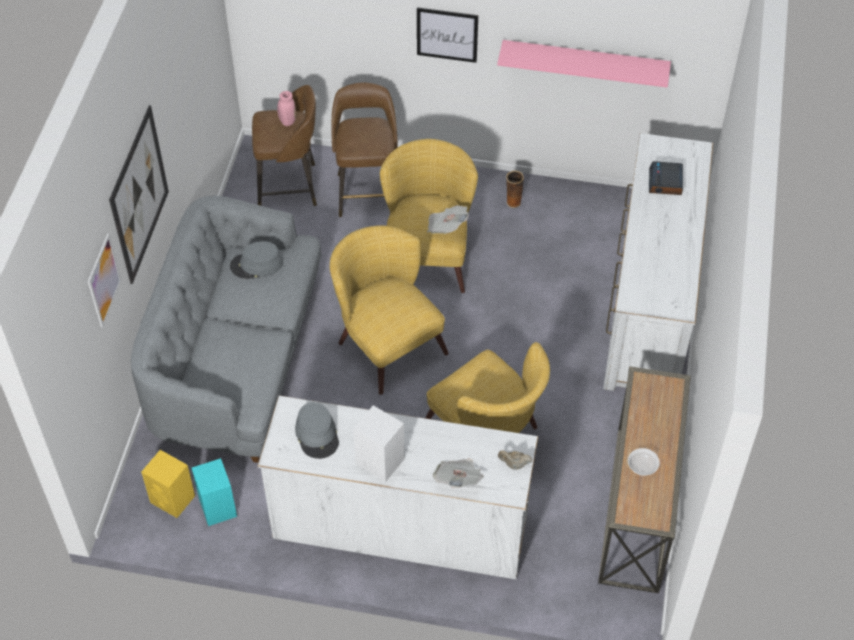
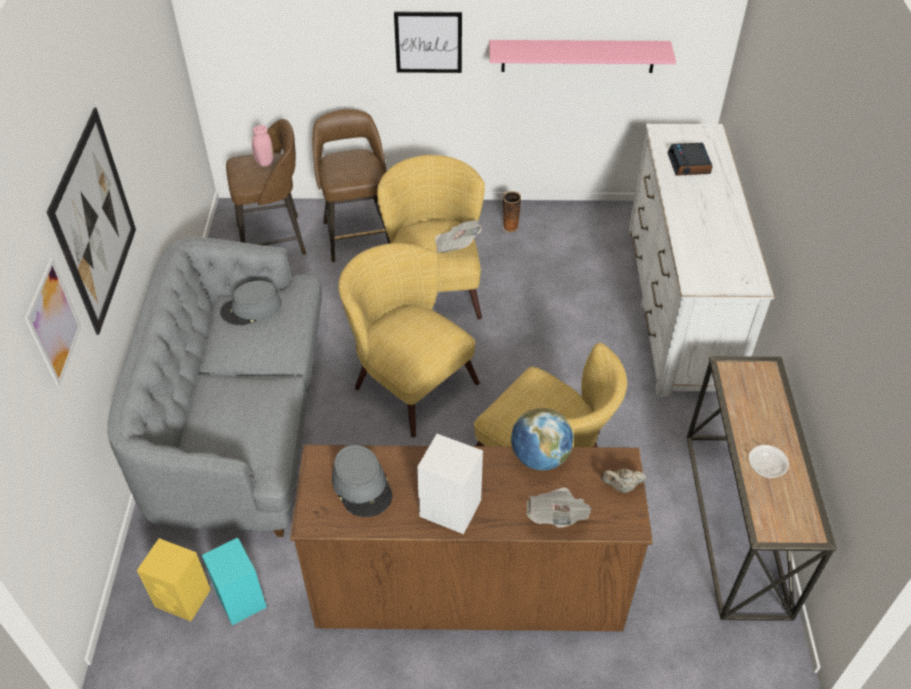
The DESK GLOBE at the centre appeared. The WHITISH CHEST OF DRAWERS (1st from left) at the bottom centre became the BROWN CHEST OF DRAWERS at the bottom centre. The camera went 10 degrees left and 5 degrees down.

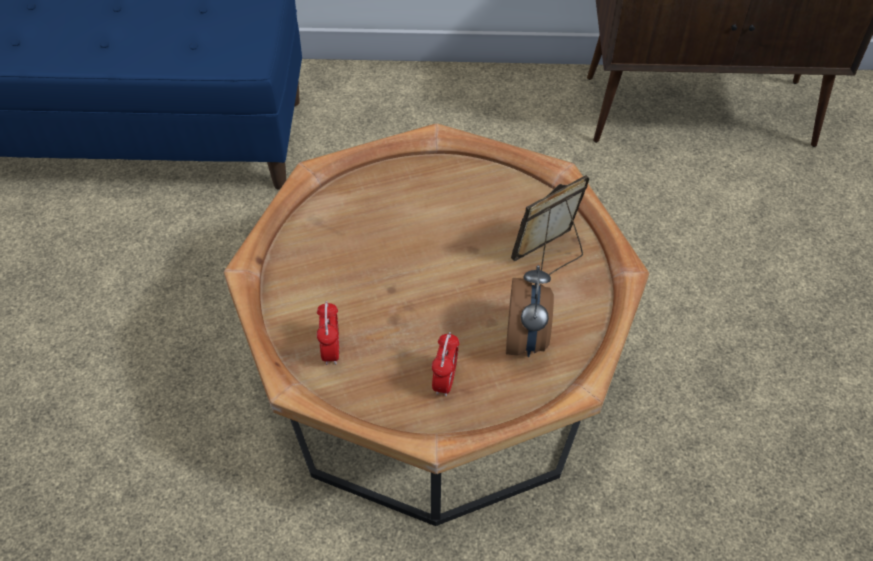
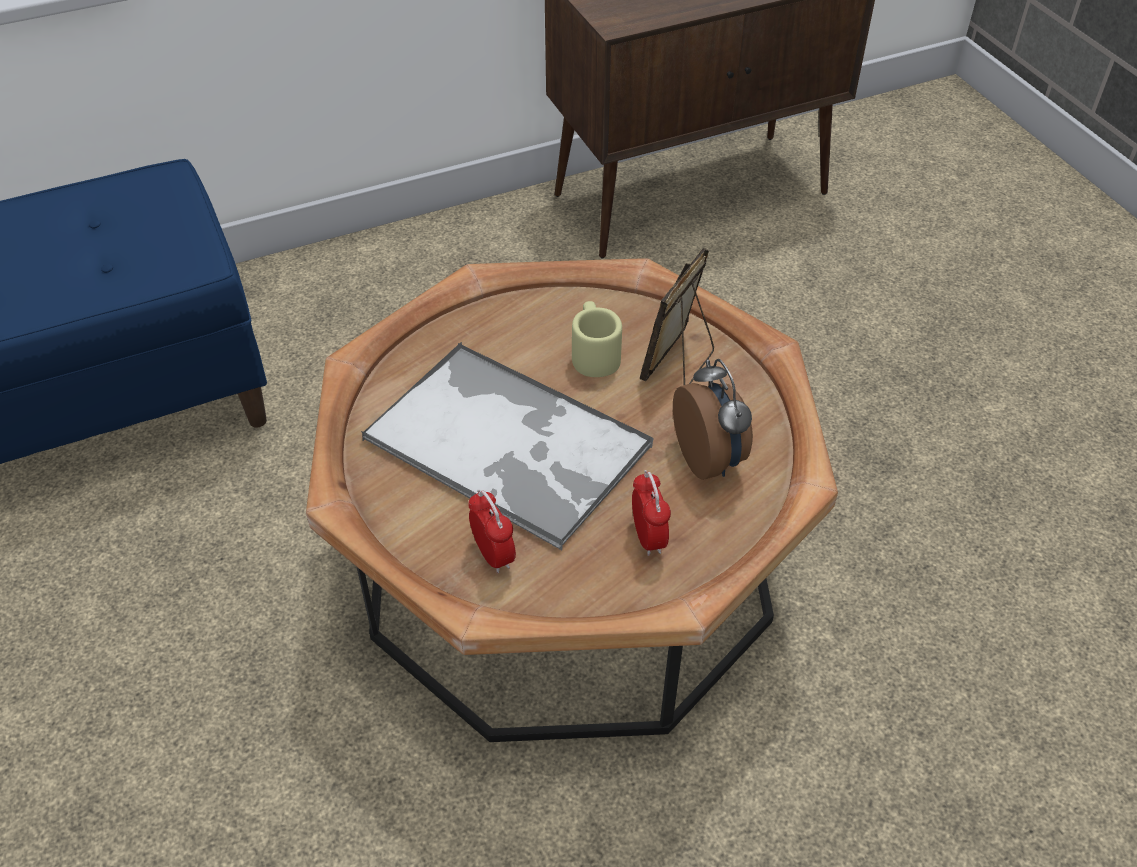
The SERVING TRAY at the centre appeared. The BEIGE COFFEE MUG at the centre appeared. The camera went 25 degrees left and 5 degrees down.

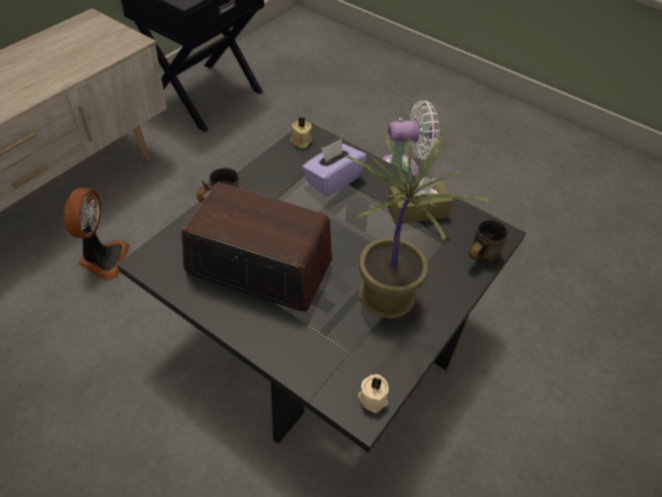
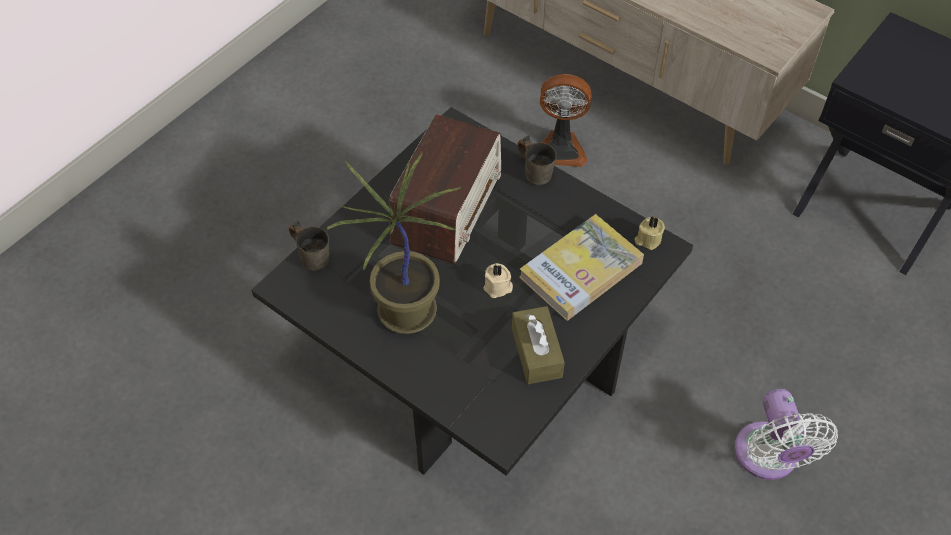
The BEIGE WAX LIGHT (2nd from left in the first image) moved from the bottom centre to the centre. The GRAY COFFEE MUG (2nd from left in the first image) moved from the middle right to the middle left. The PURPLE TISSUE HOLDER at the centre was replaced by the BOUND BOOK at the centre. The camera went 95 degrees right and 5 degrees up.

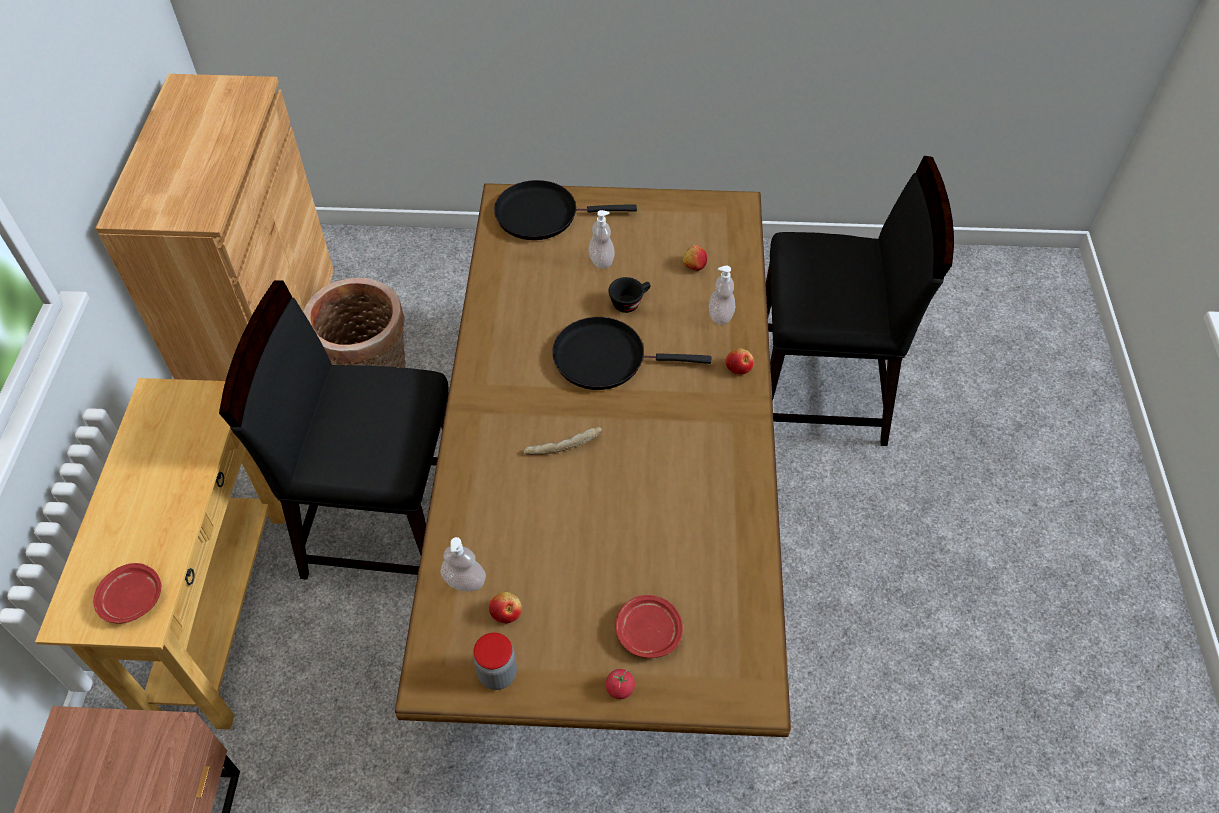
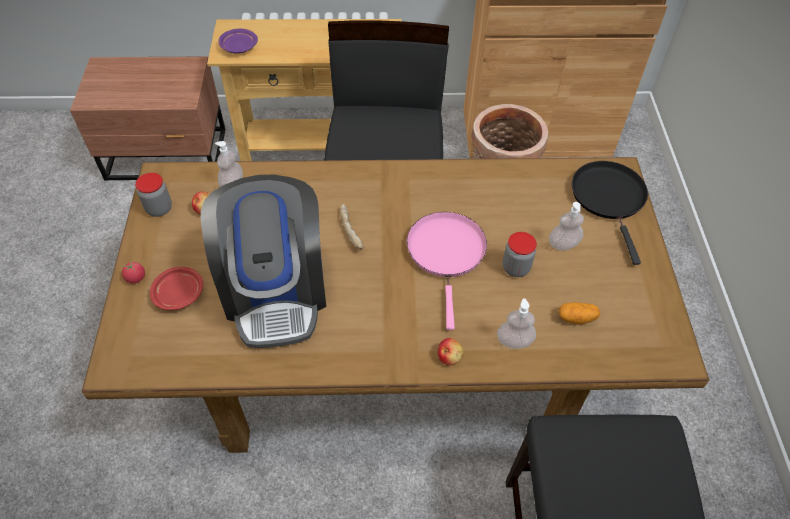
The COFFEE BREWER at the middle left appeared. The BLACK DRINKING CUP at the centre was replaced by the PRESERVE JAR (2nd from left) at the centre. The WHOLE APPLE (2nd from left) at the top centre was replaced by the POTATO at the middle right. The RED-COLOURED DINNER PLATE (1st from left) at the bottom left became the PURPLE DINNER PLATE at the top left. The BLACK FRYING PAN (2nd from left) at the centre became the PINK FRYING PAN at the centre. The camera went 85 degrees right and 0 degrees up.

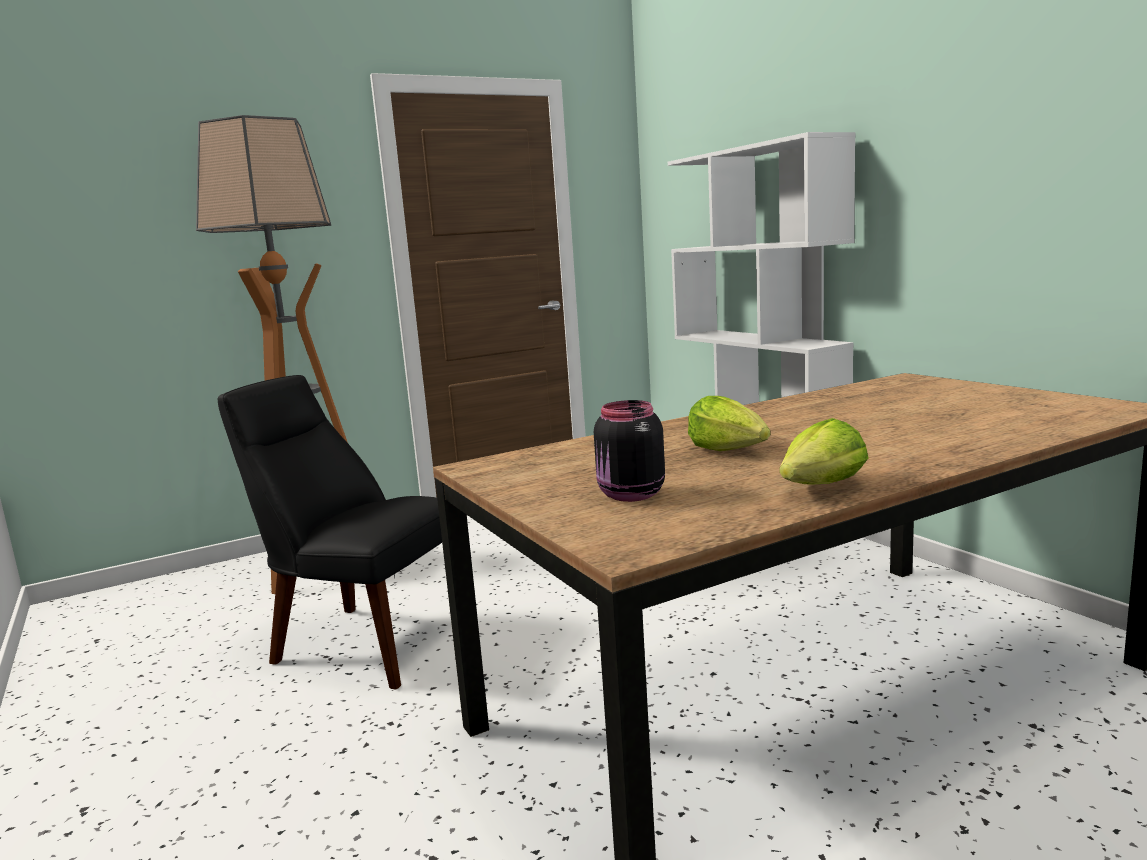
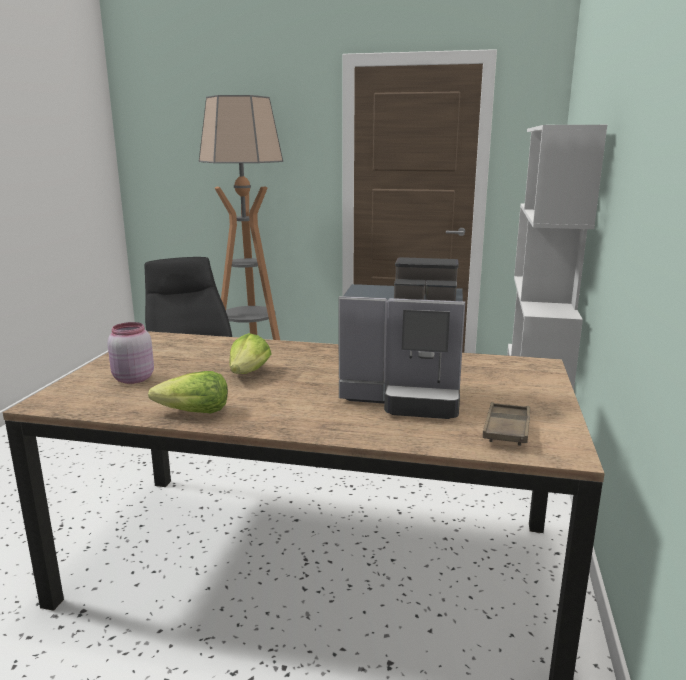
The COFFEE BREWER at the centre appeared. The BROWN SERVING TRAY at the middle right appeared. The BLACK PRESERVE JAR at the centre became the PINK PRESERVE JAR at the middle left. The camera went 40 degrees right and 5 degrees up.

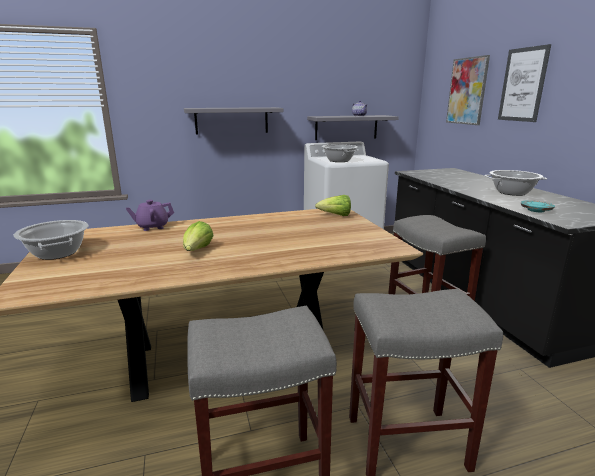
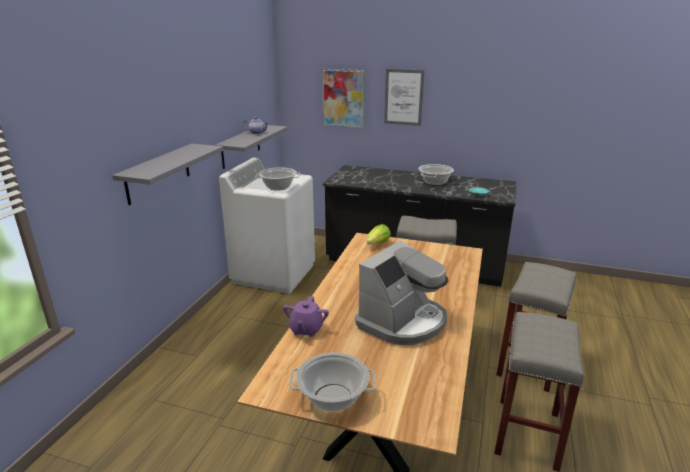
The HEAD OF LETTUCE (1st from left) at the middle left was replaced by the COFFEE BREWER at the centre. The camera went 55 degrees left and 5 degrees up.

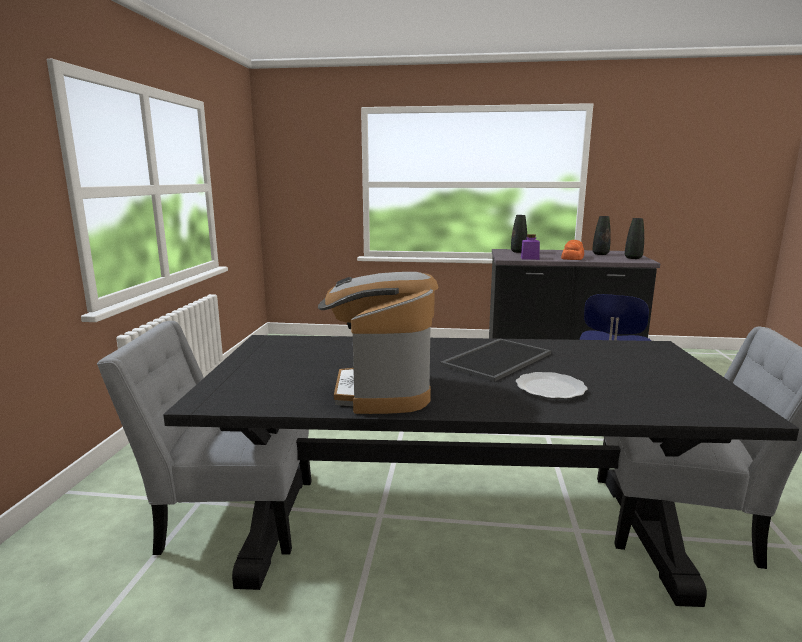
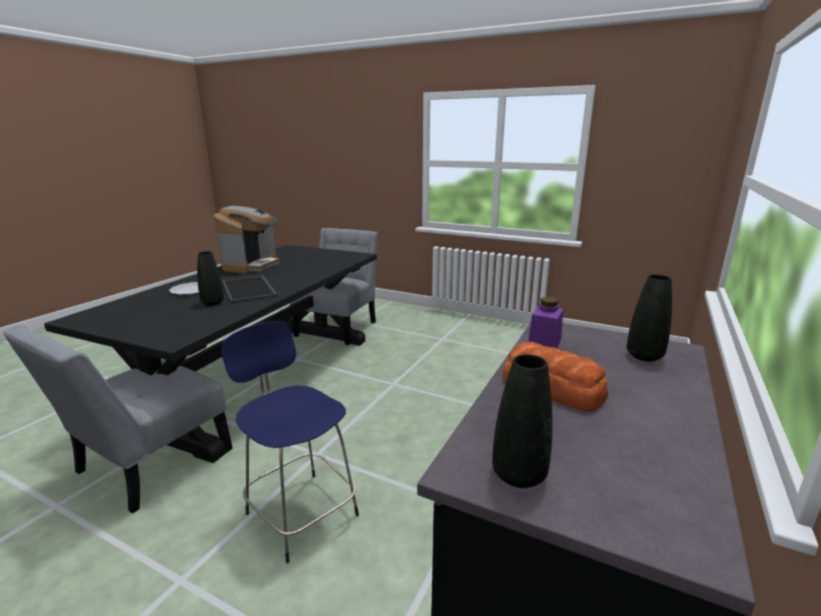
The BLACK FLOWER VASE (2nd from left in the first image) moved from the middle right to the middle left. The COFFEE BREWER at the centre turned 90 degrees clockwise. The camera went 110 degrees right and 5 degrees up.

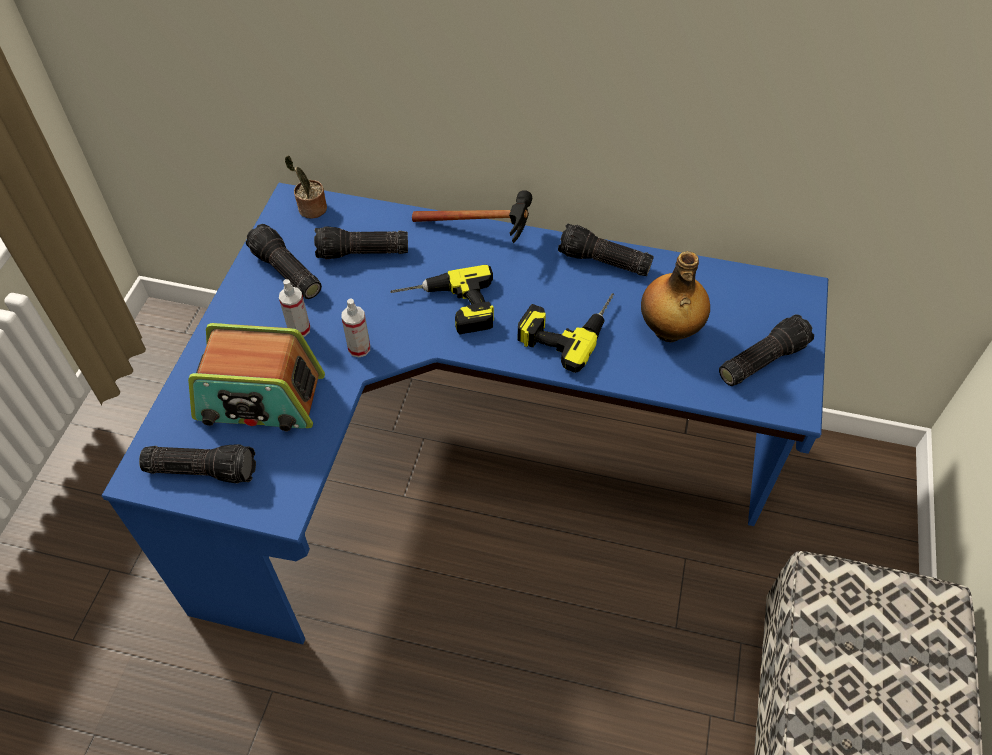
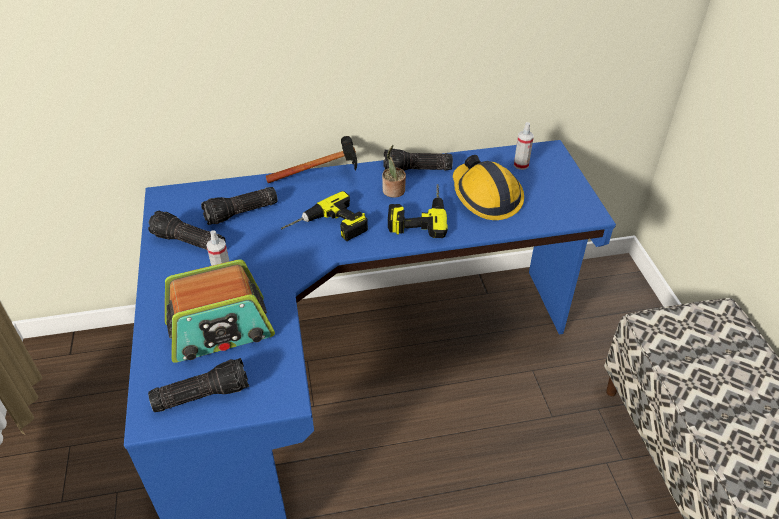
The TORCH (5th from left) at the middle right disappeared. The POTTED PLANT moved from the top left to the top centre. The SPRAY BOTTLE (2nd from left) moved from the centre to the top right. The DRINK BOTTLE at the middle right was replaced by the HARD HAT at the centre. The camera went 25 degrees left and 10 degrees down.

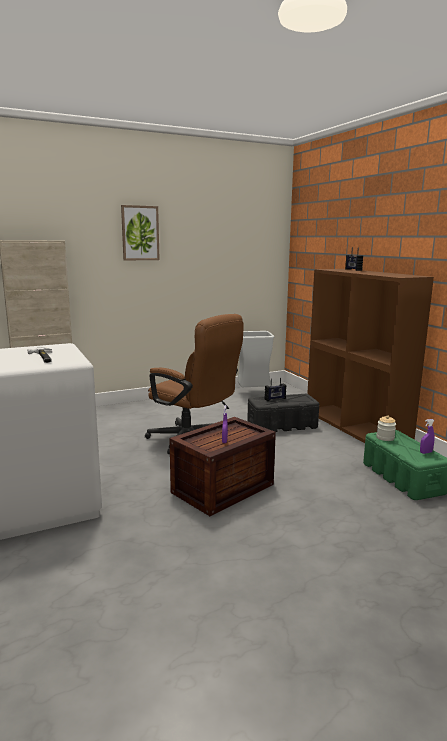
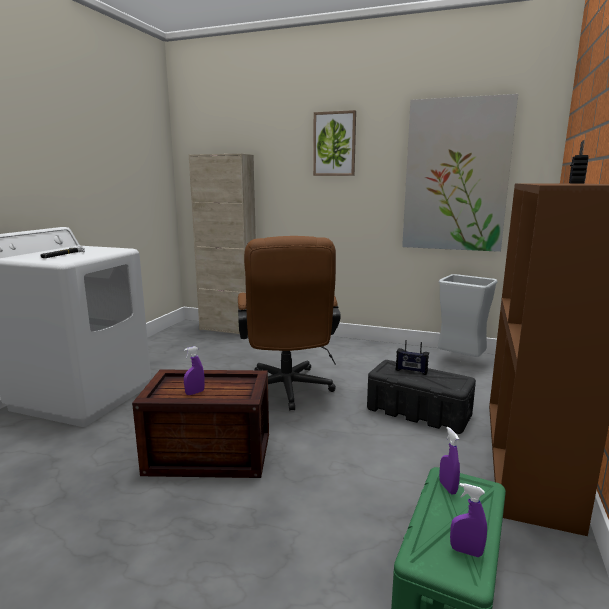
The WALL PICTURE (2nd from left) at the top right appeared. The PRESERVE JAR at the middle right was replaced by the PURPLE SPRAY BOTTLE (2nd from left) at the bottom right. The camera went 45 degrees right and 0 degrees up.

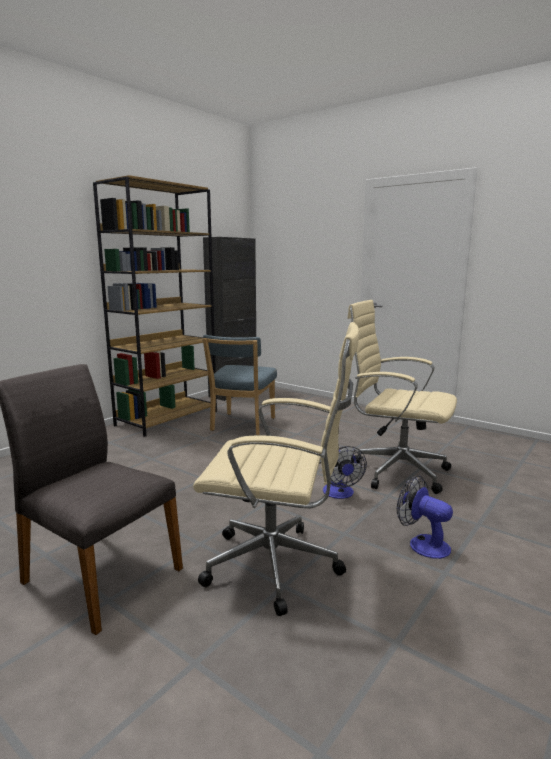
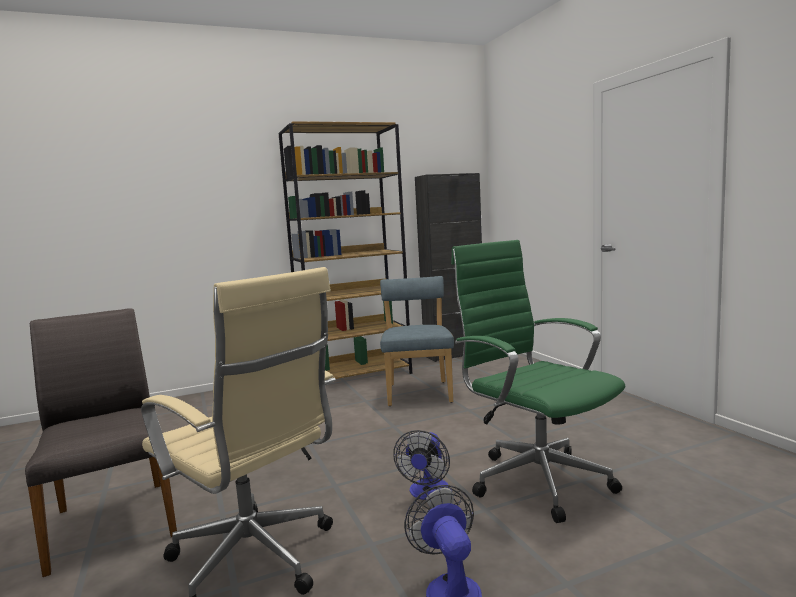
The BEIGE COMPUTER CHAIR (2nd from left) at the middle right became the GREEN COMPUTER CHAIR at the middle right. The BLUE-COLOURED UPRIGHT CHAIR at the centre turned 135 degrees clockwise. The camera went 30 degrees right and 5 degrees down.

